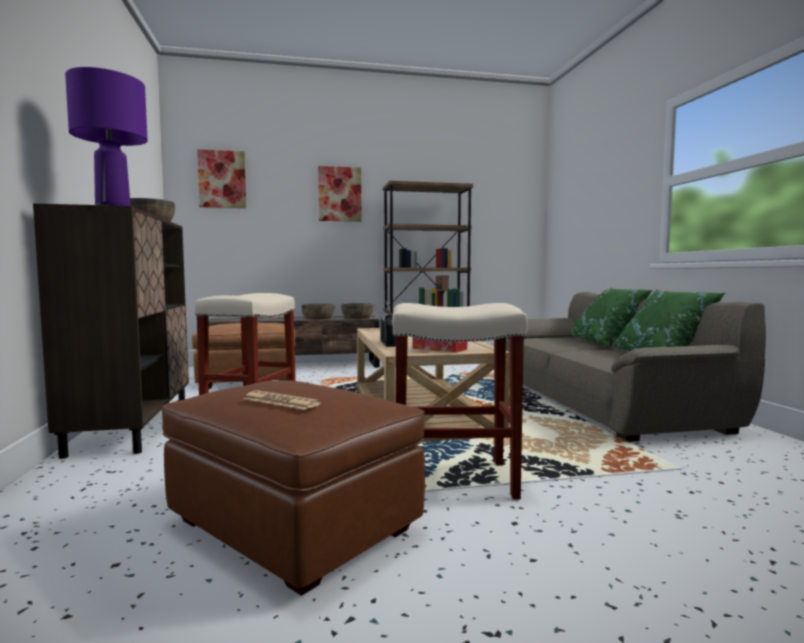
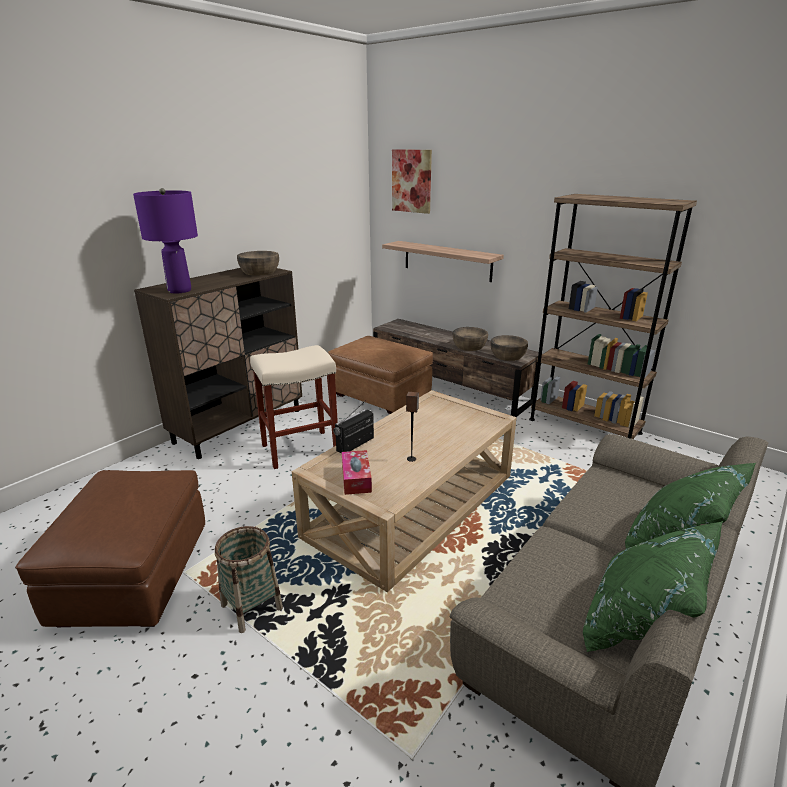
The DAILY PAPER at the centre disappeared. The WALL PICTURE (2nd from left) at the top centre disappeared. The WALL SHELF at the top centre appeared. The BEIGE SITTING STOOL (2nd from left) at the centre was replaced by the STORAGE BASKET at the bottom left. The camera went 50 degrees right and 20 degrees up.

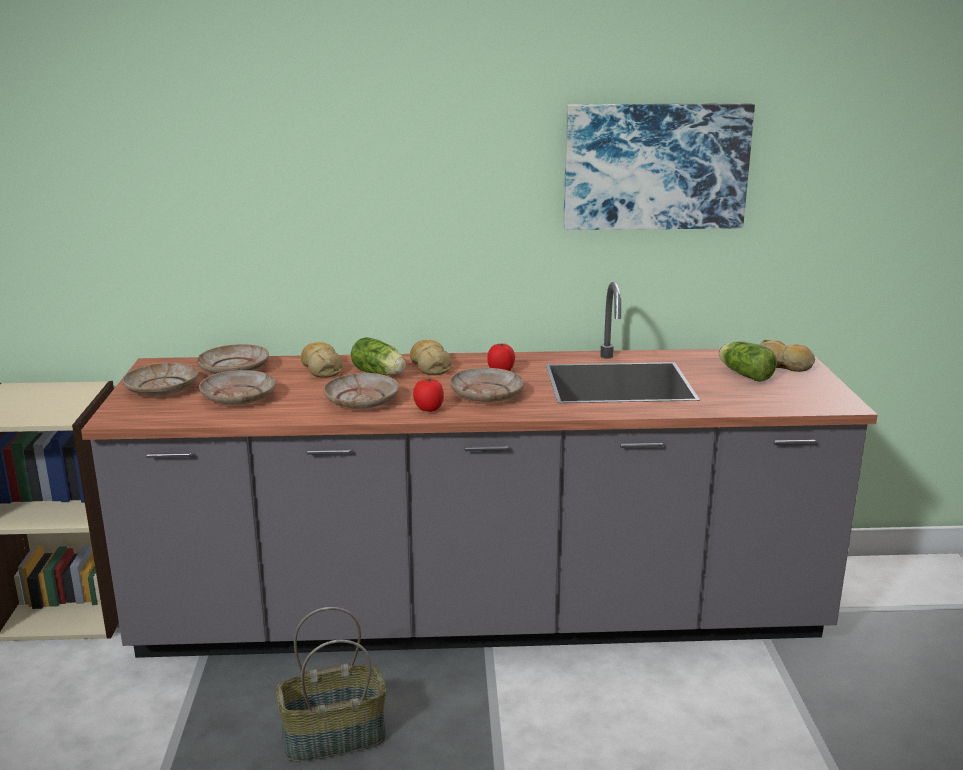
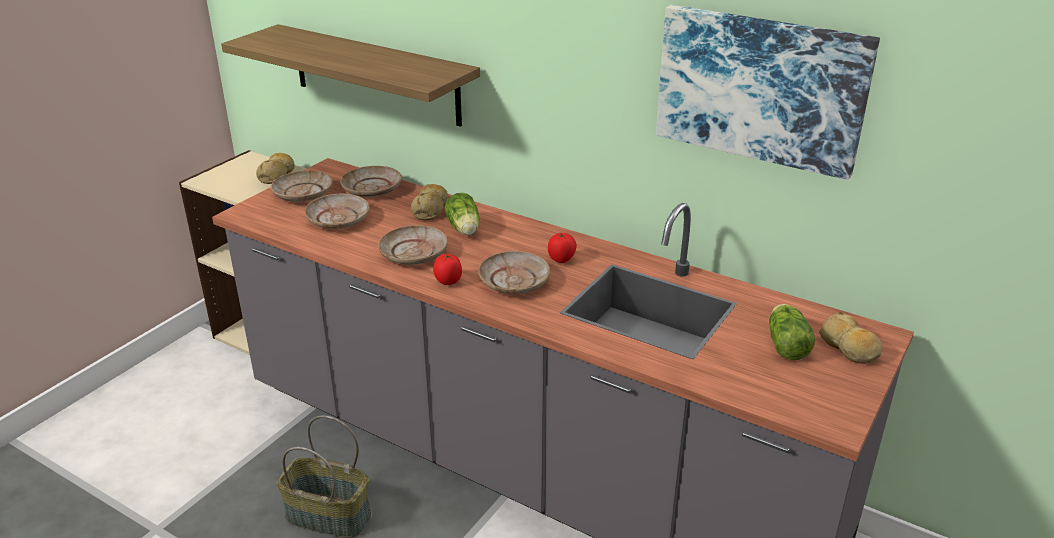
The WALL SHELF at the top left appeared. The BREAD (2nd from left in the first image) moved from the centre to the top left. The camera went 35 degrees right and 10 degrees up.

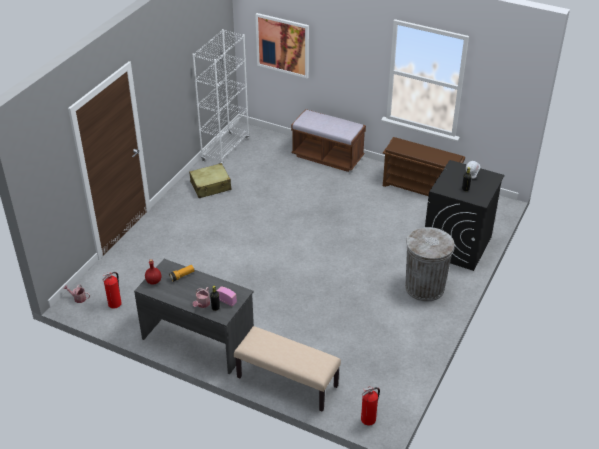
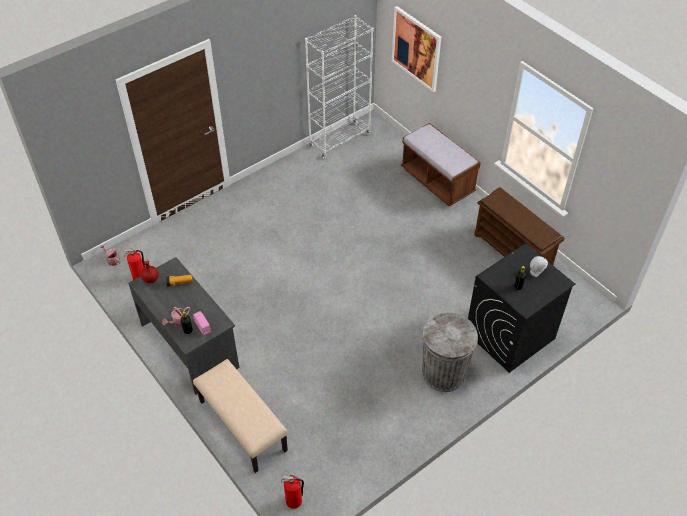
The BEIGE TRAVEL CASE at the centre disappeared. The camera went 25 degrees right and 10 degrees up.

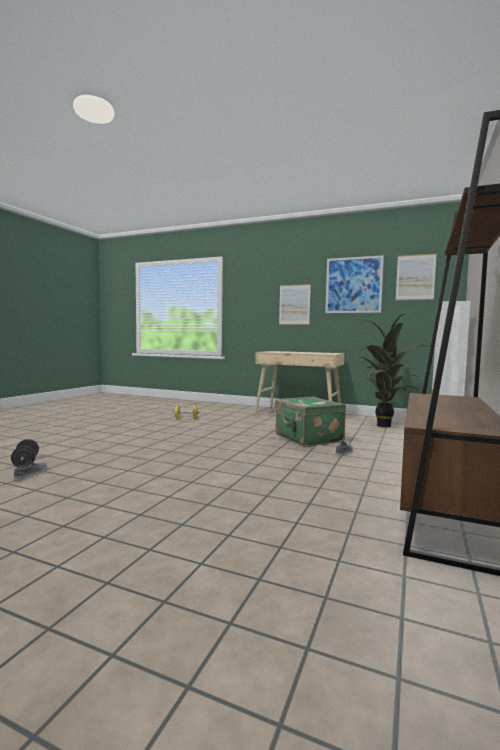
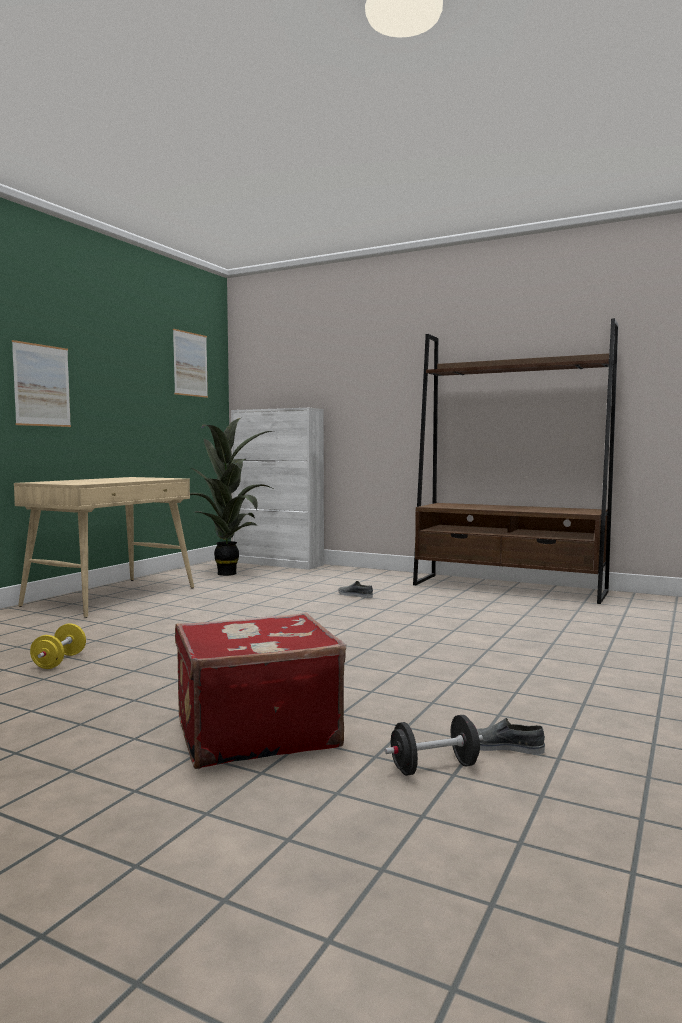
The GREEN TRAVEL CASE at the centre disappeared. The WALL PICTURE (2nd from left) at the middle right disappeared. The RED-COLOURED TRAVEL CASE at the bottom centre appeared. The camera went 85 degrees left and 0 degrees up.

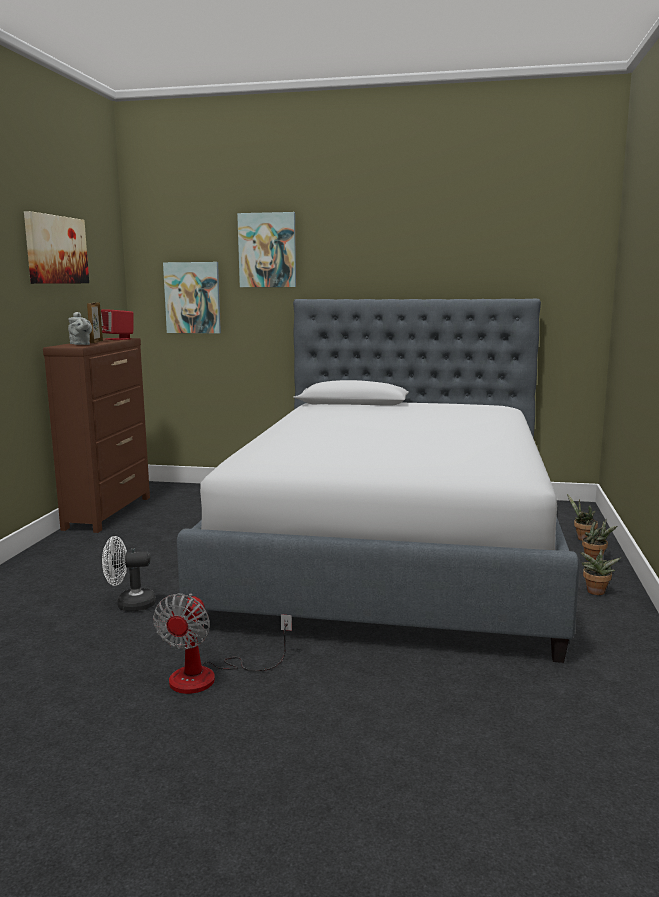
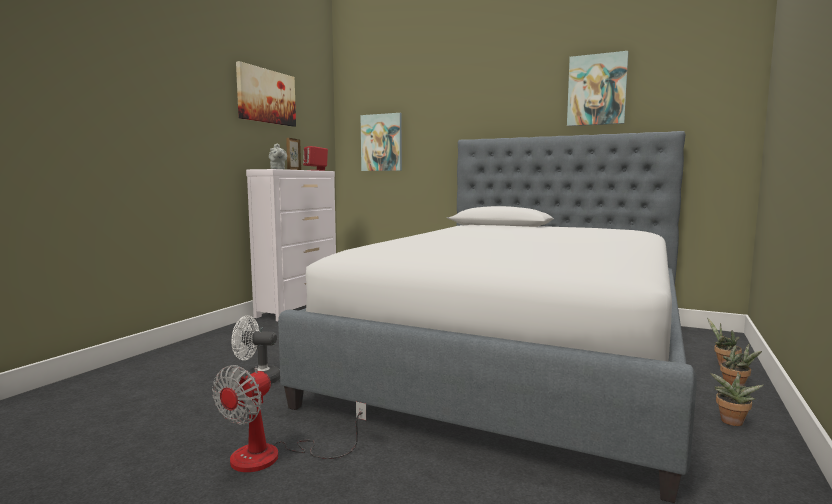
The WALL PICTURE (3rd from left) moved from the top centre to the top right. The BROWN CHEST OF DRAWERS at the middle left became the WHITISH CHEST OF DRAWERS at the centre. The camera went 15 degrees right and 5 degrees down.

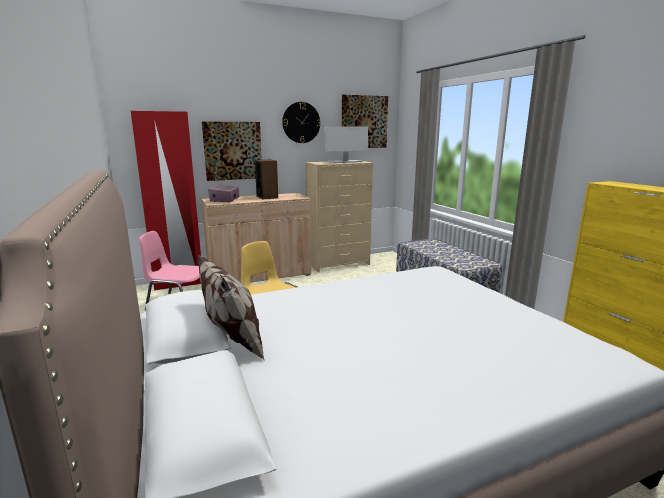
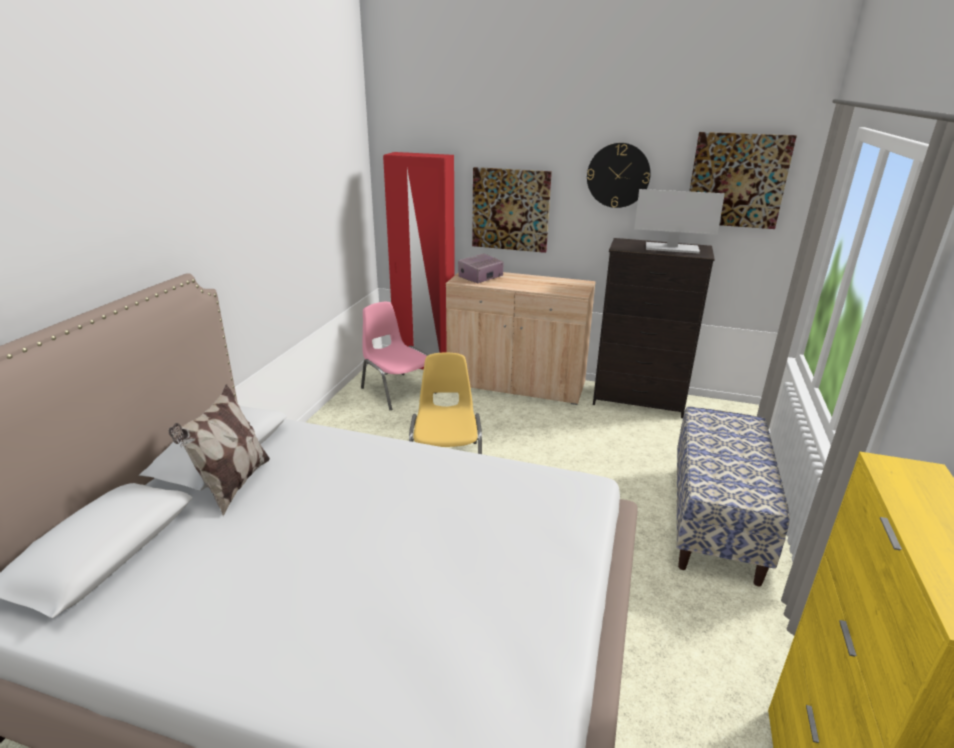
The AUDIO SPEAKER at the centre disappeared. The BEIGE CHEST OF DRAWERS at the centre became the BLACK CHEST OF DRAWERS at the middle right. The camera went 40 degrees right and 10 degrees up.

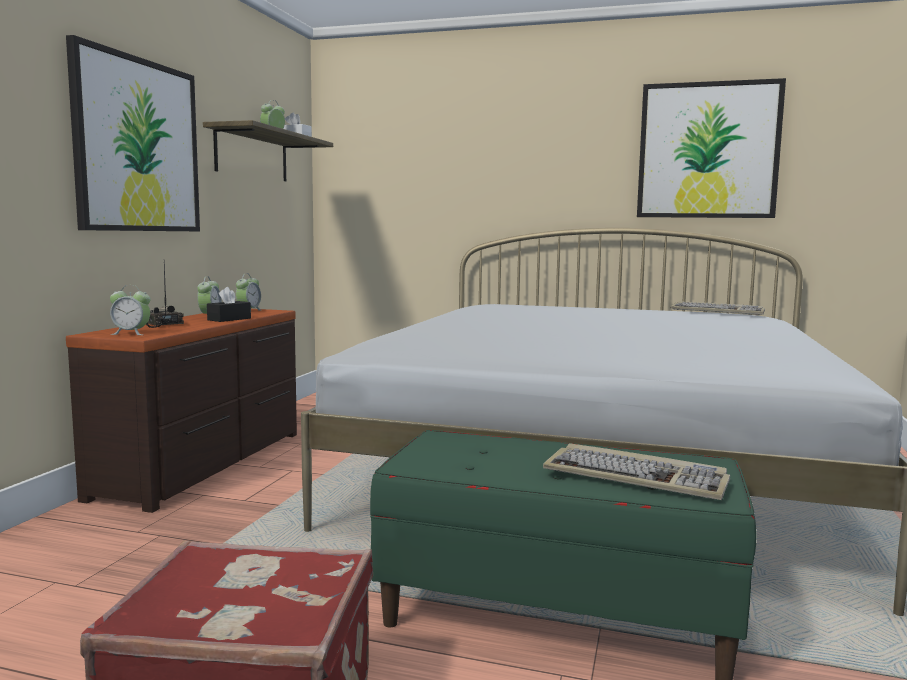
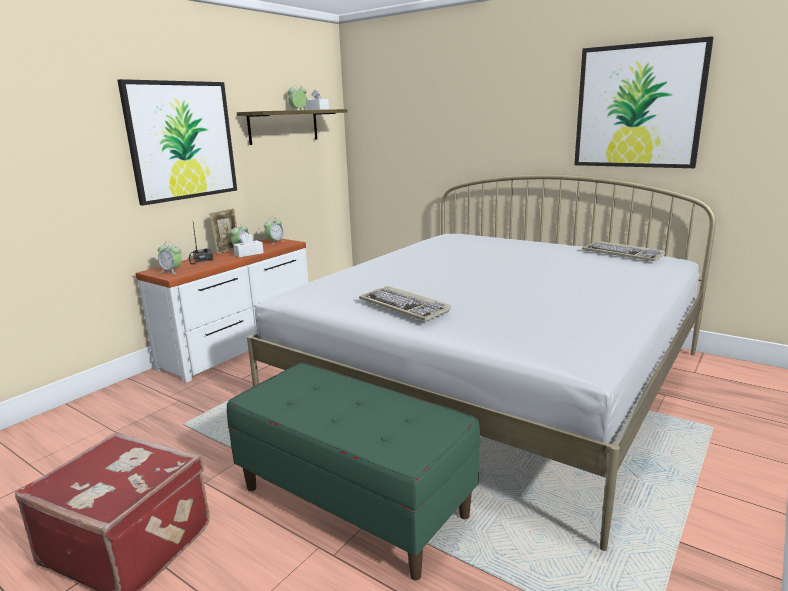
The PHOTO FRAME at the middle left appeared. The COMPUTER KEYBOARD (1st from left) moved from the bottom right to the centre. The BROWN CHEST OF DRAWERS at the middle left became the WHITISH CHEST OF DRAWERS at the middle left. The BLACK TISSUE HOLDER at the middle left became the WHITISH TISSUE HOLDER (1st from left) at the middle left. The camera went 20 degrees right and 10 degrees up.

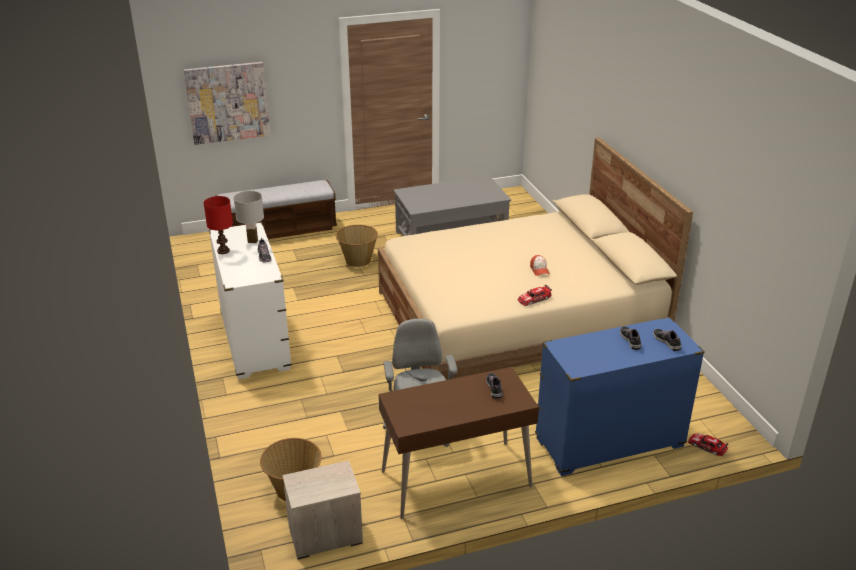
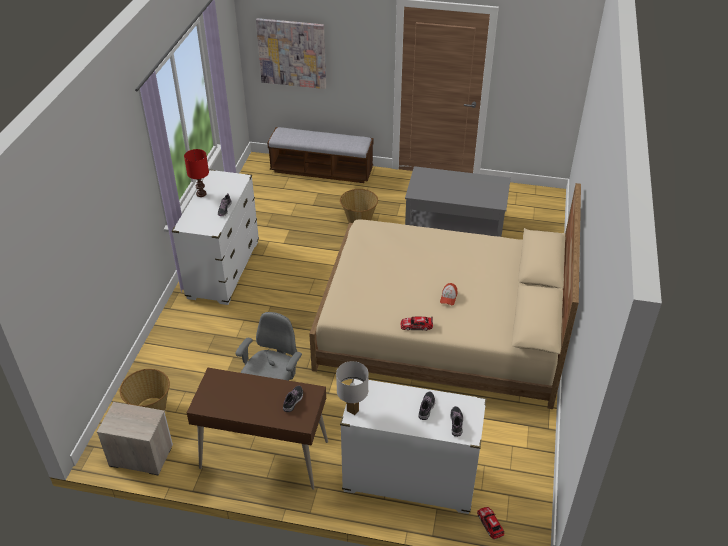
The WHITISH TABLE LAMP moved from the middle left to the bottom centre. The BLUE-COLOURED CHEST OF DRAWERS at the bottom right became the WHITISH CHEST OF DRAWERS (2nd from left) at the bottom centre. The camera went 30 degrees right and 10 degrees up.

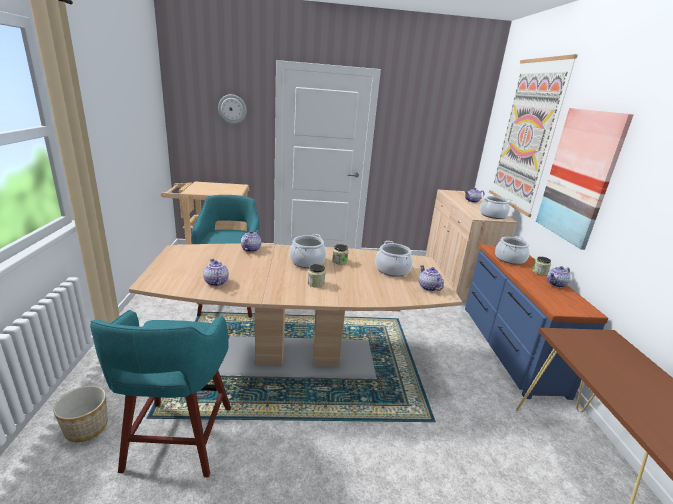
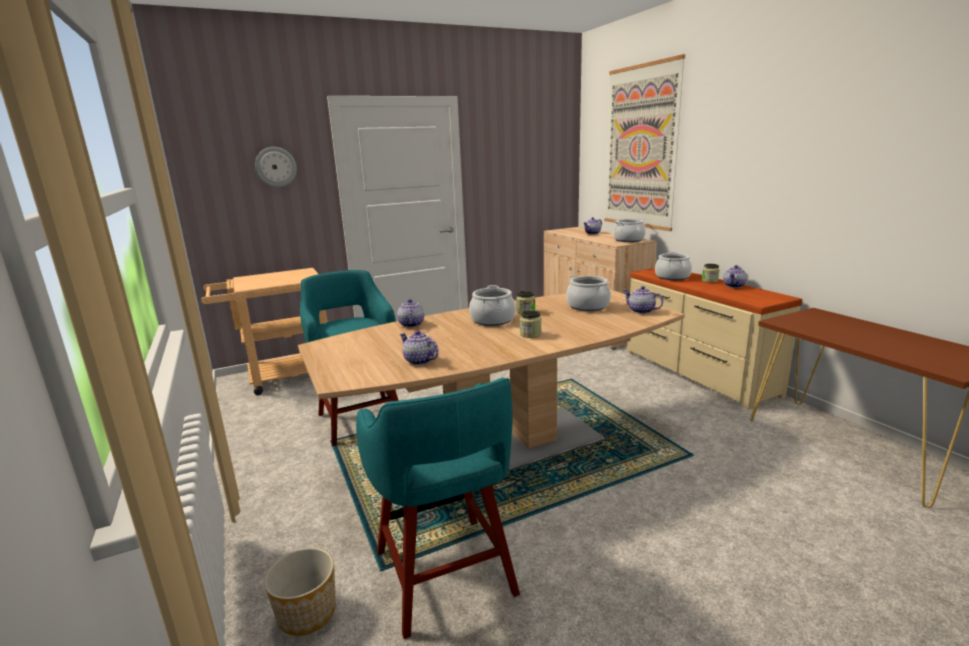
The WALL PICTURE (2nd from left) at the middle right disappeared. The BLUE-COLOURED CHEST OF DRAWERS at the middle right became the BEIGE CHEST OF DRAWERS at the middle right. The camera went 20 degrees left and 5 degrees down.

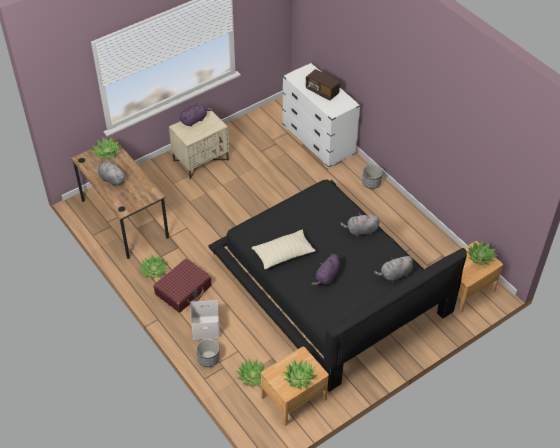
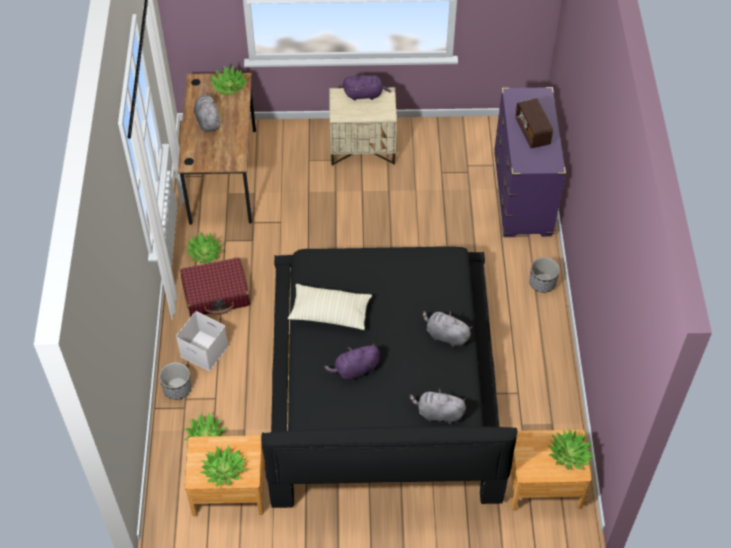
The WHITISH CHEST OF DRAWERS at the top centre became the PURPLE CHEST OF DRAWERS at the top right. The camera went 35 degrees right and 5 degrees up.

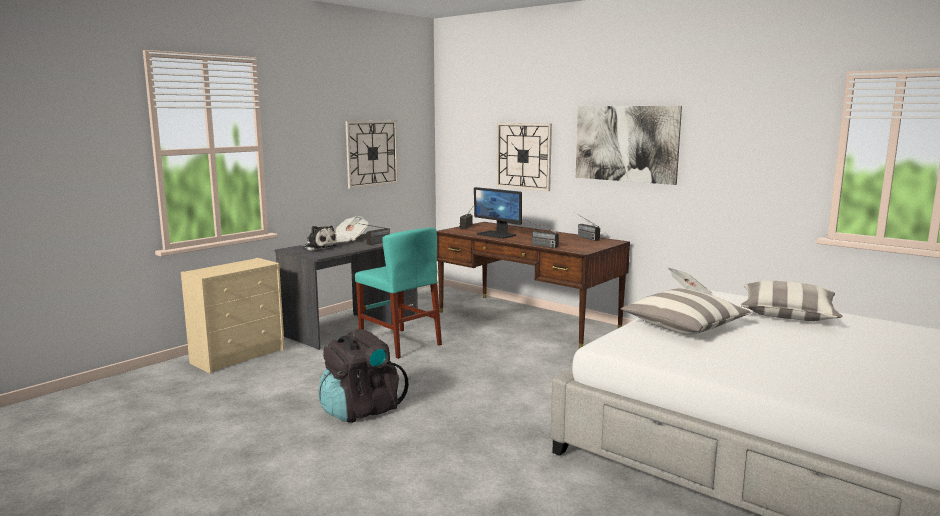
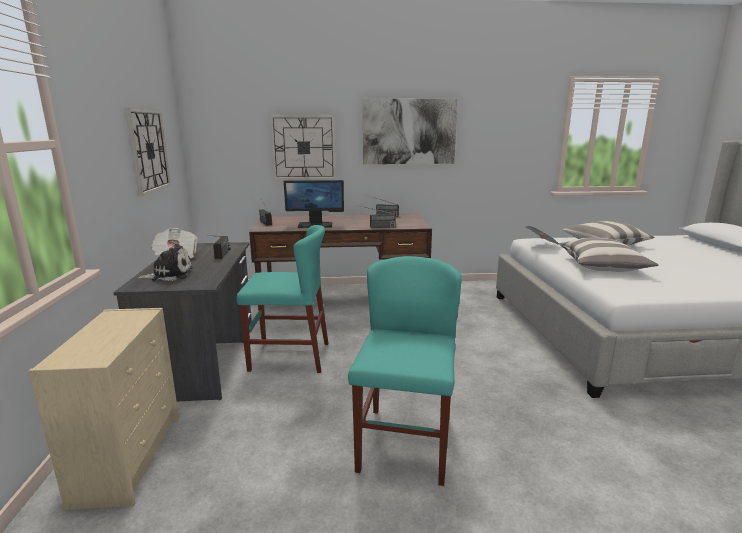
The BLACK KNAPSACK at the bottom centre was replaced by the TURQUOISE UPRIGHT CHAIR (2nd from left) at the bottom centre. The camera went 45 degrees left and 5 degrees up.

